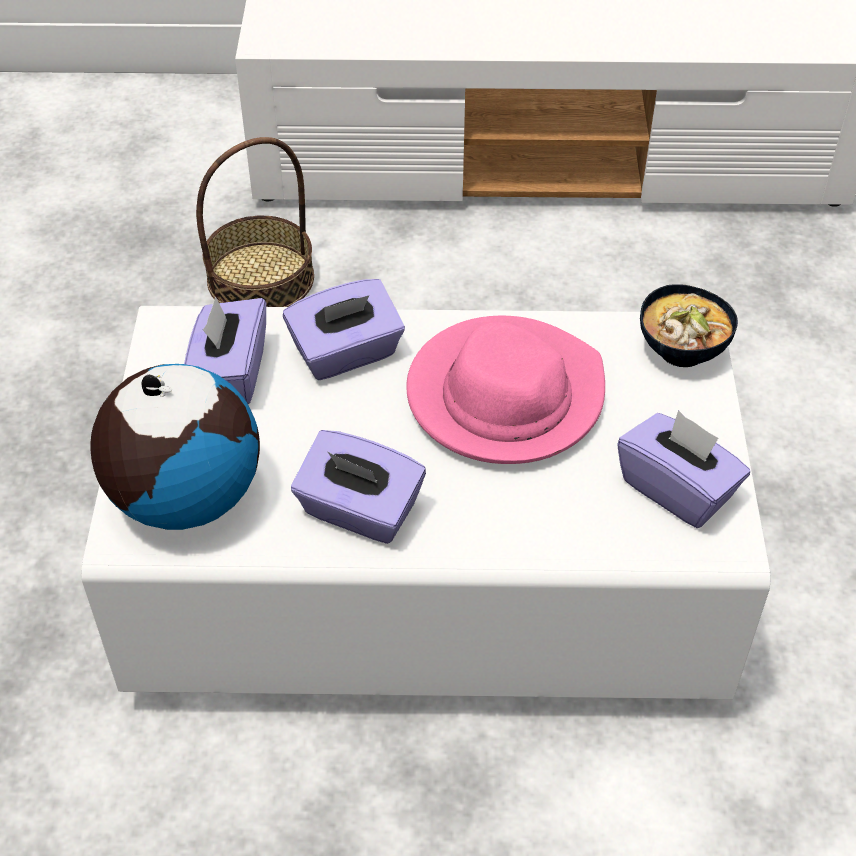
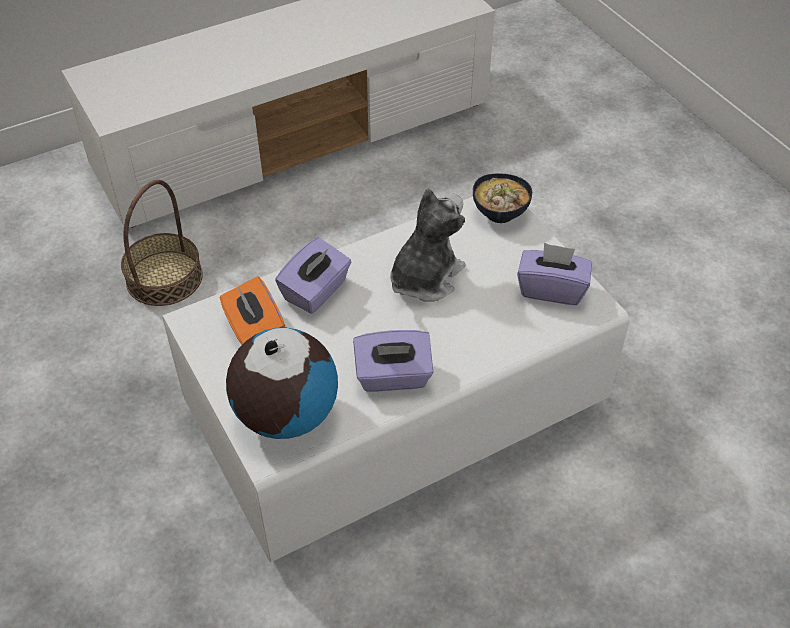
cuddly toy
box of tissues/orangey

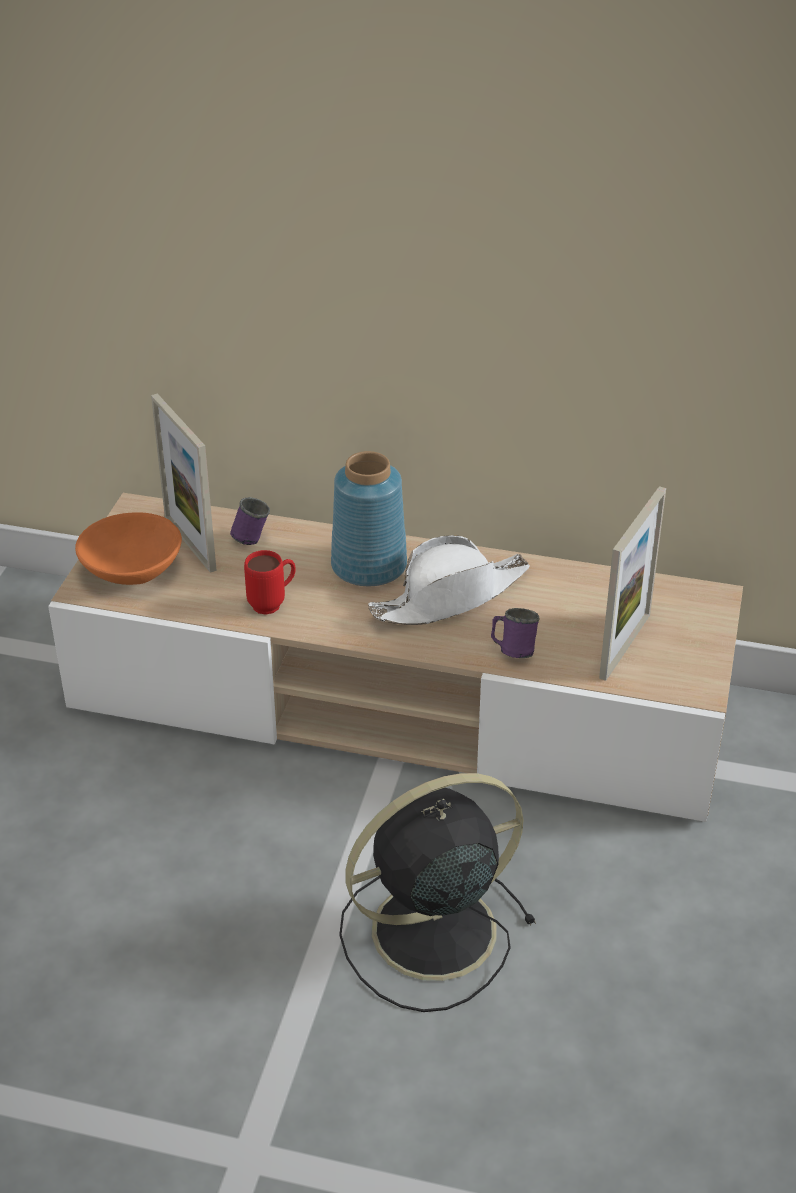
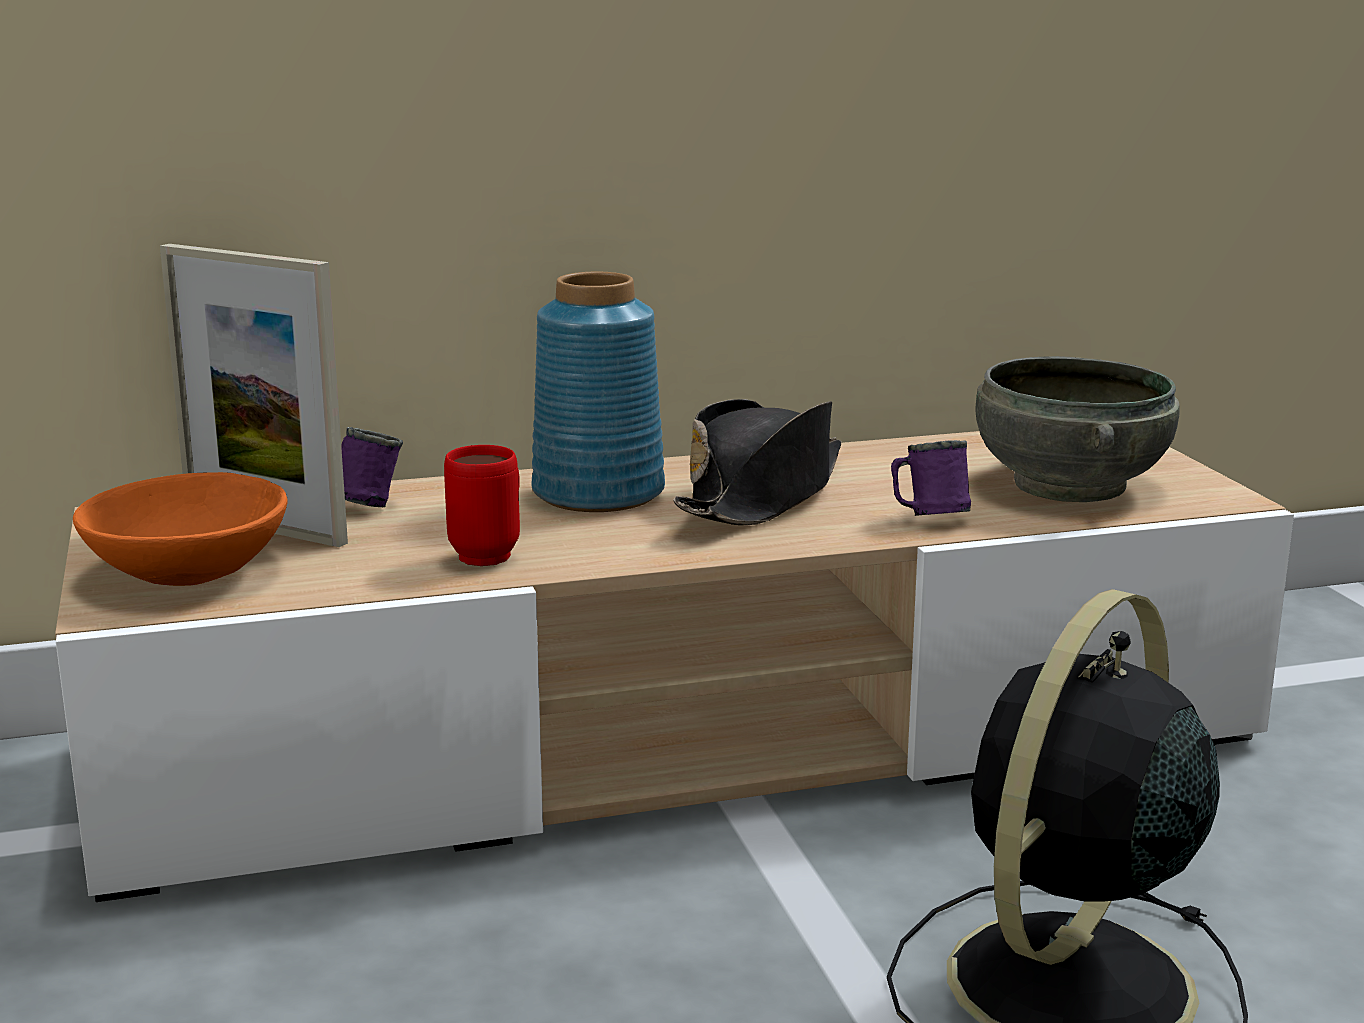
bowl/greyish
hat/black-coloured

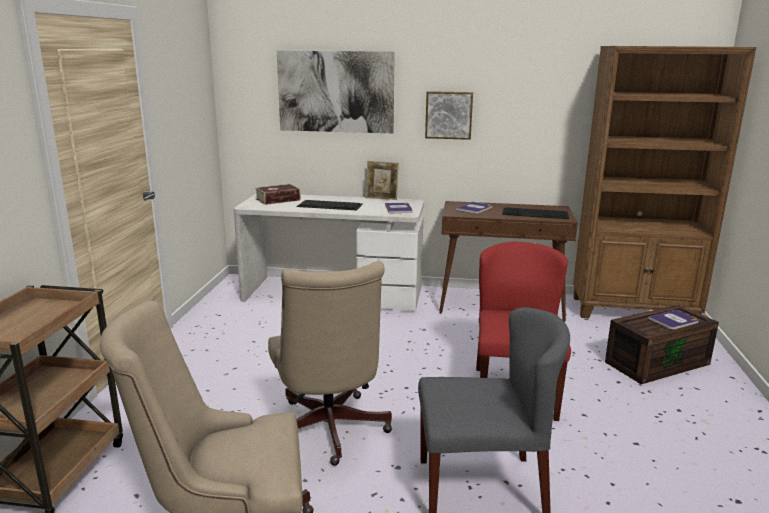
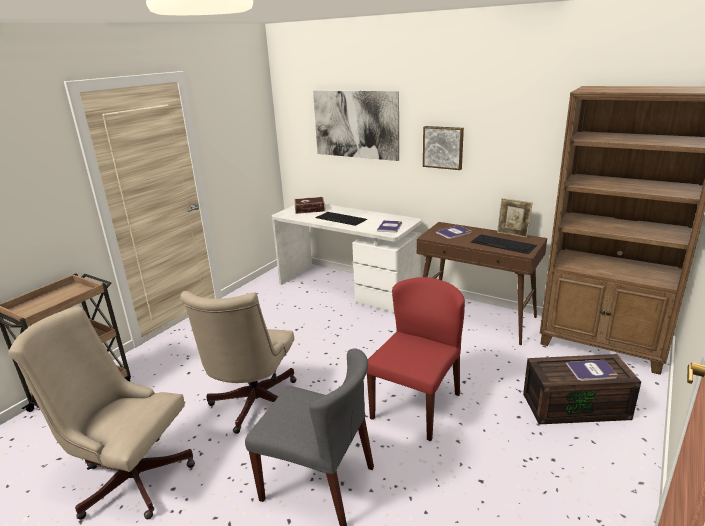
standing frame

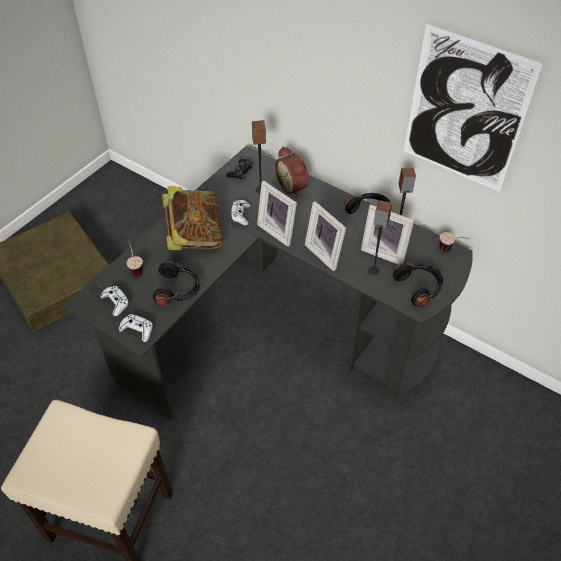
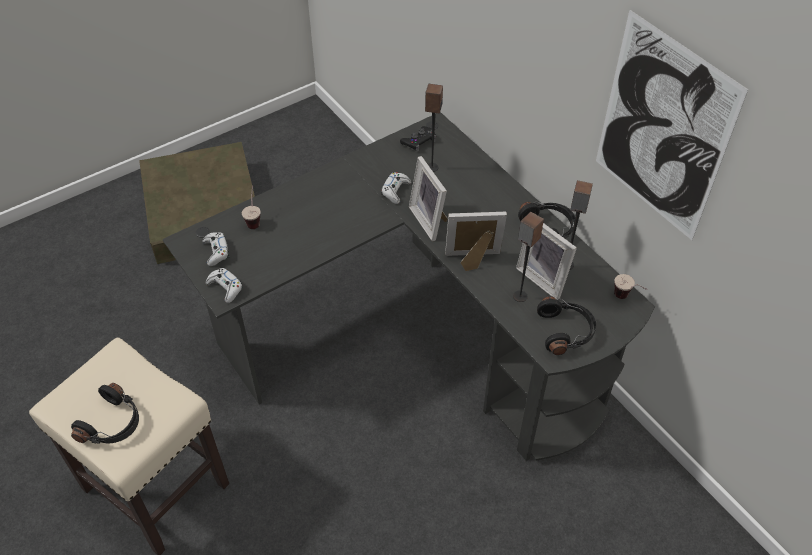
book
alarm clock
headset/black-coloured (no. 1 from left)
standing frame (no. 2 from left)

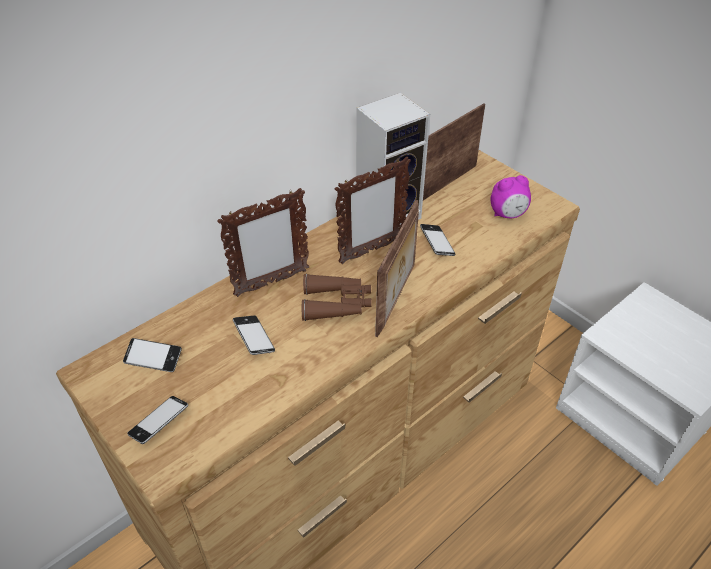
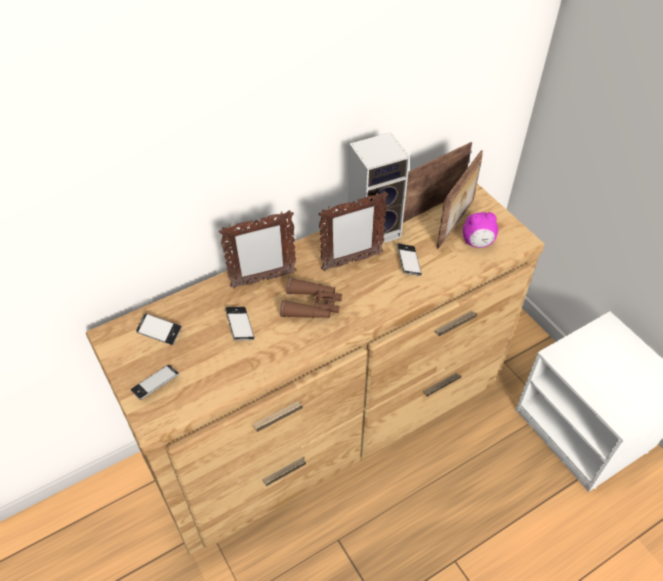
standing frame (no. 4 from left)

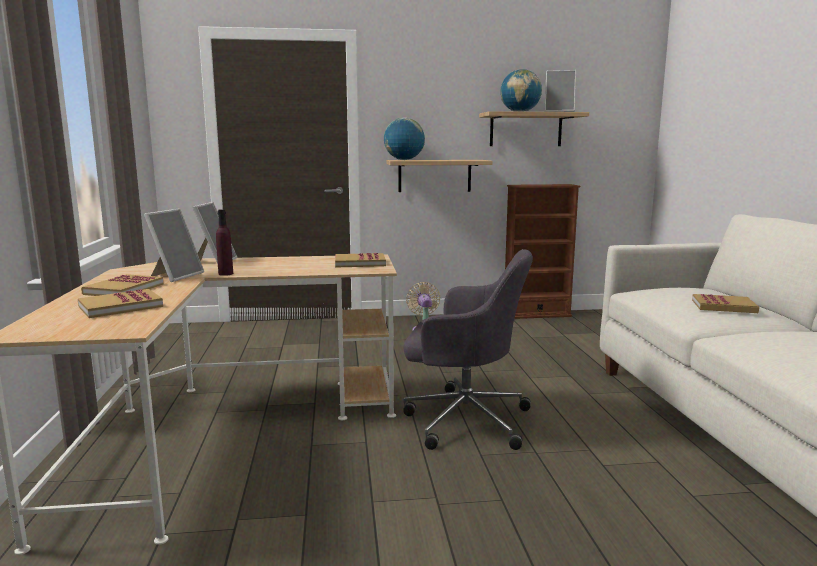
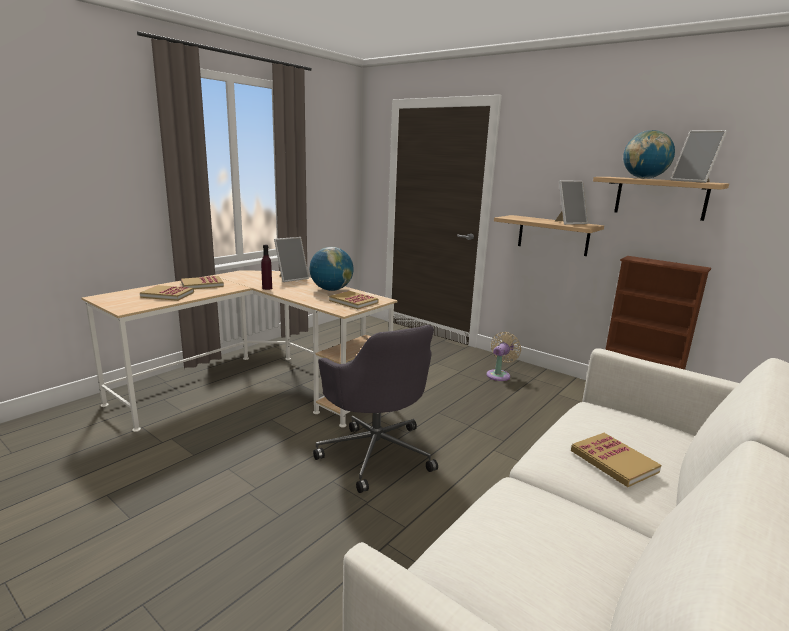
standing frame (no. 2 from left)
world globe (no. 1 from left)

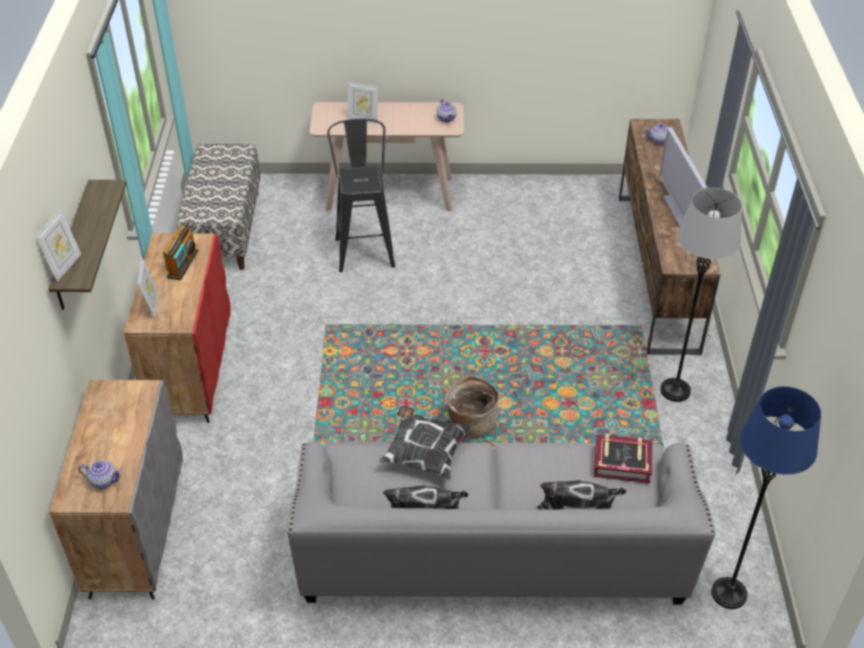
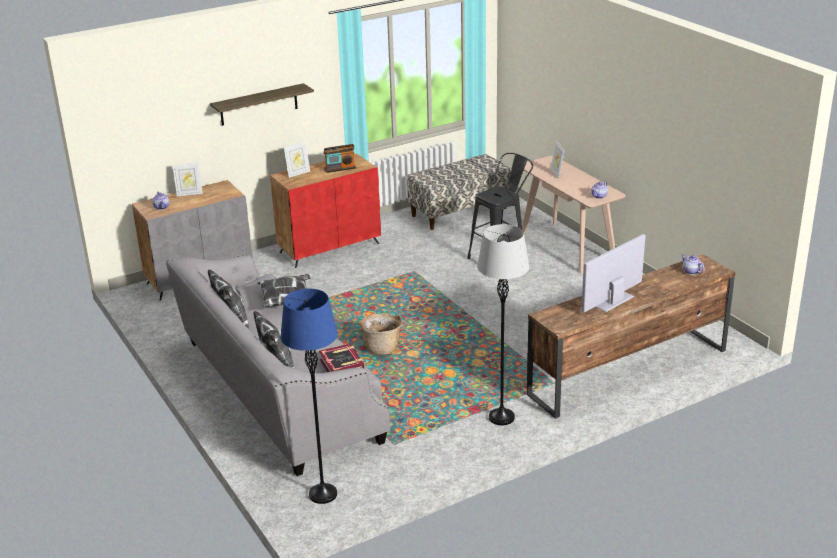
standing frame (no. 1 from left)

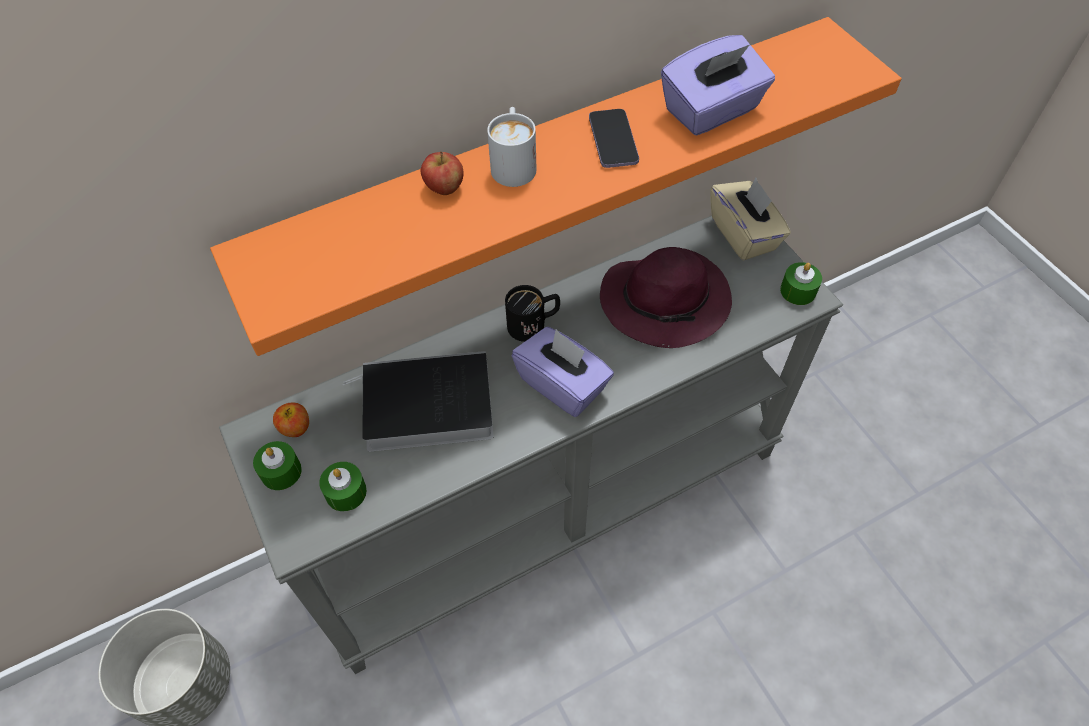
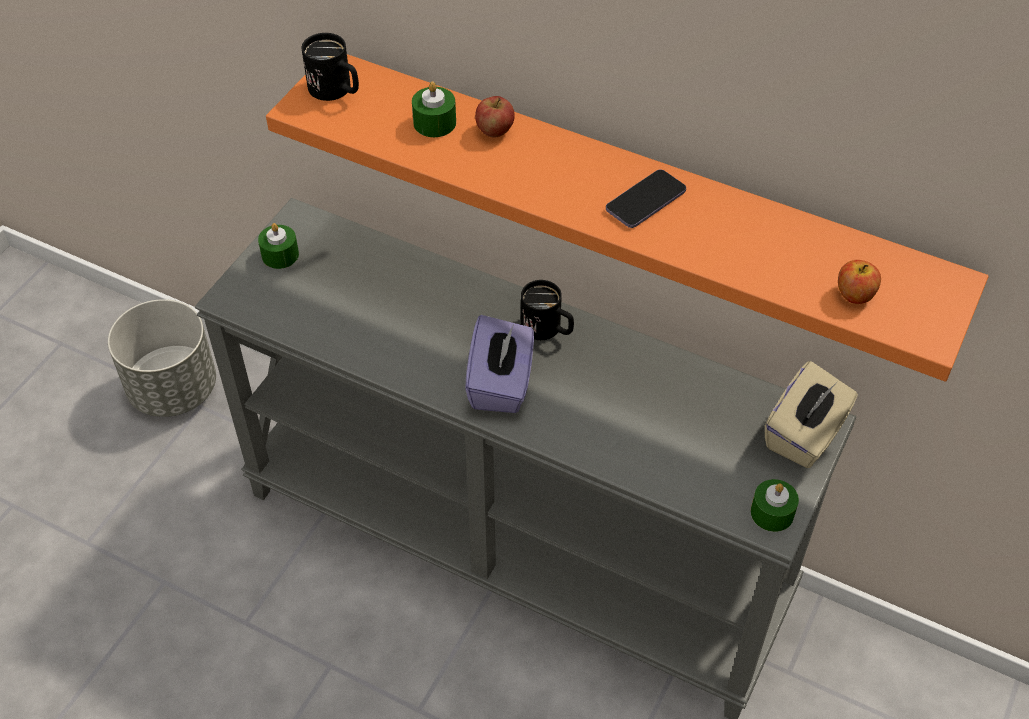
book
tea mug/white
hat/purplish
box of tissues/purplish (no. 2 from left in the first image)
tea mug/black-coloured (no. 1 from left)
whole apple (no. 2 from left)
candle/green (no. 2 from left)

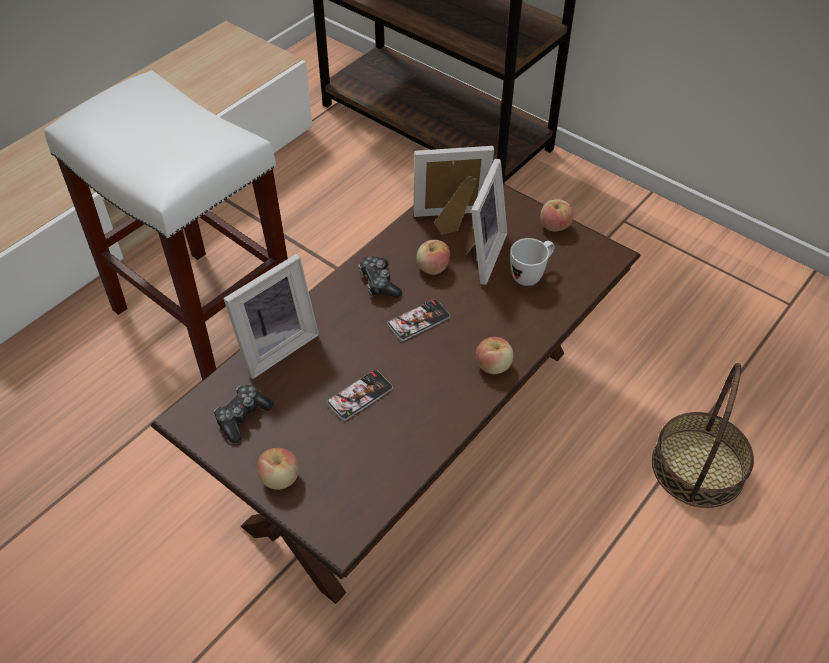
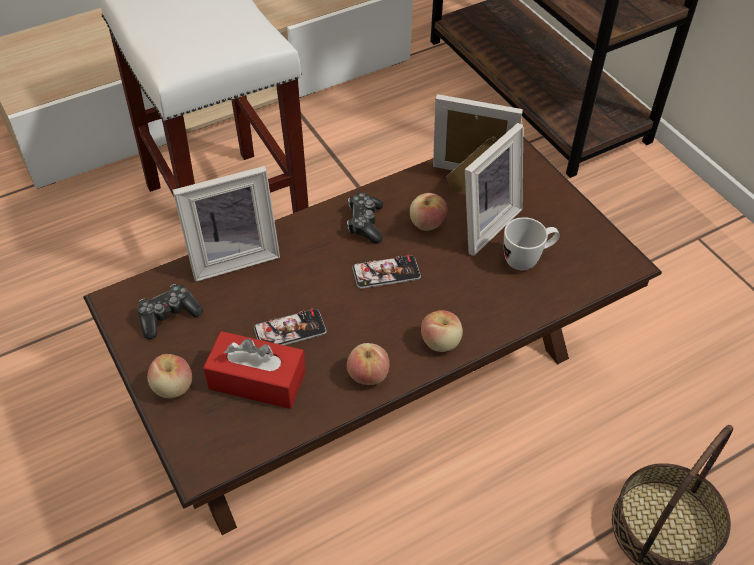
box of tissues/red
whole apple (no. 2 from left)

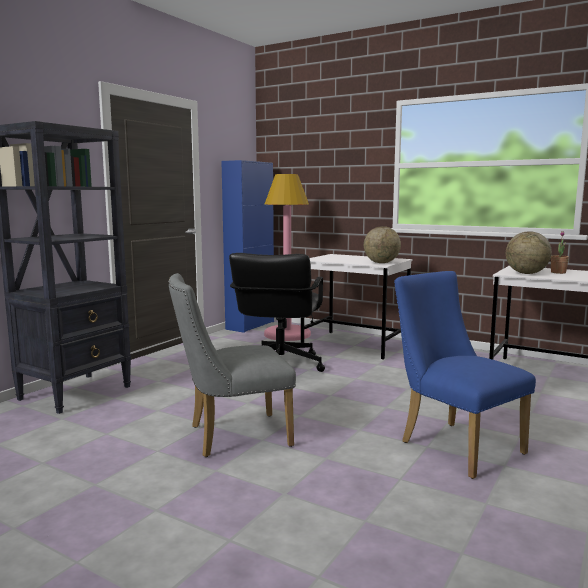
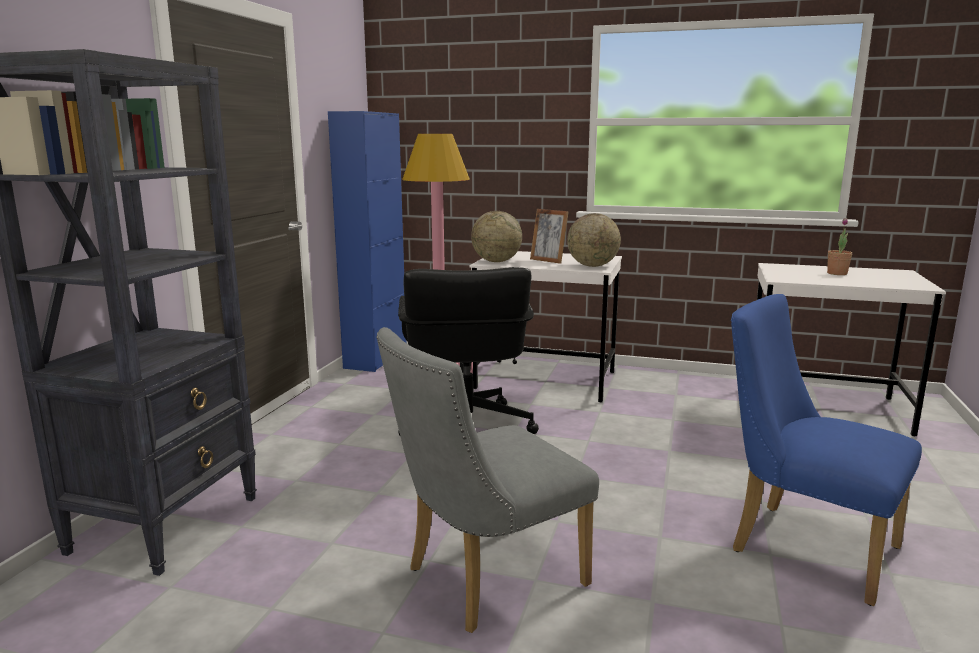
standing frame
world globe (no. 1 from left)

